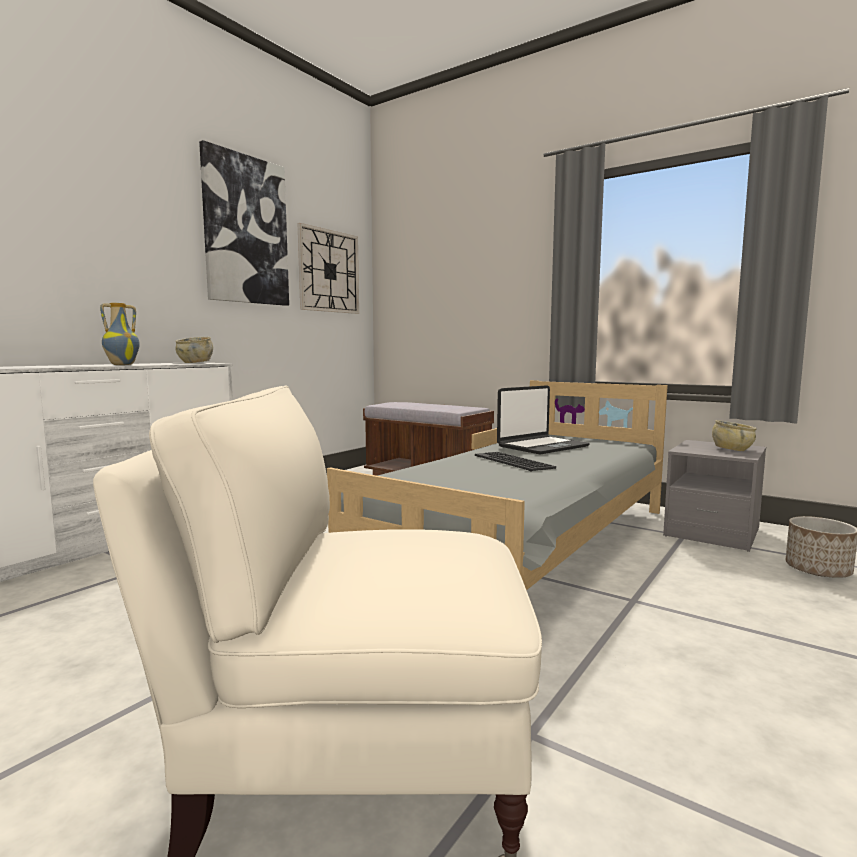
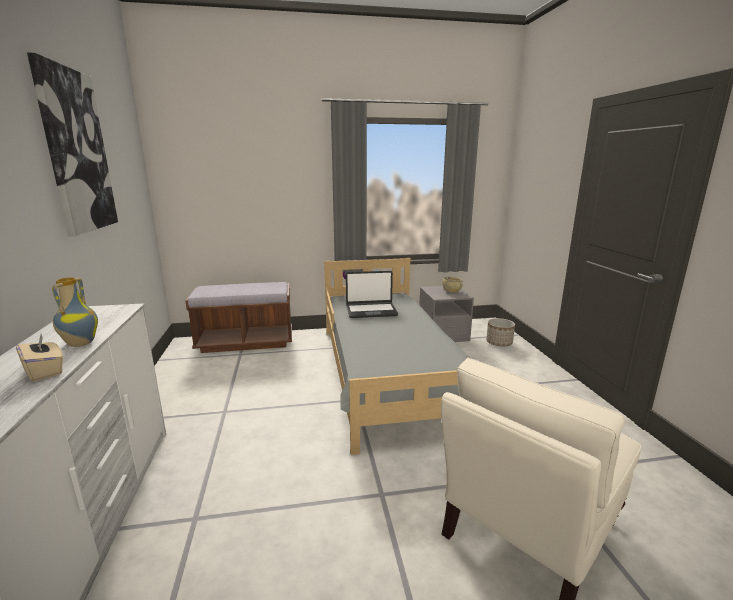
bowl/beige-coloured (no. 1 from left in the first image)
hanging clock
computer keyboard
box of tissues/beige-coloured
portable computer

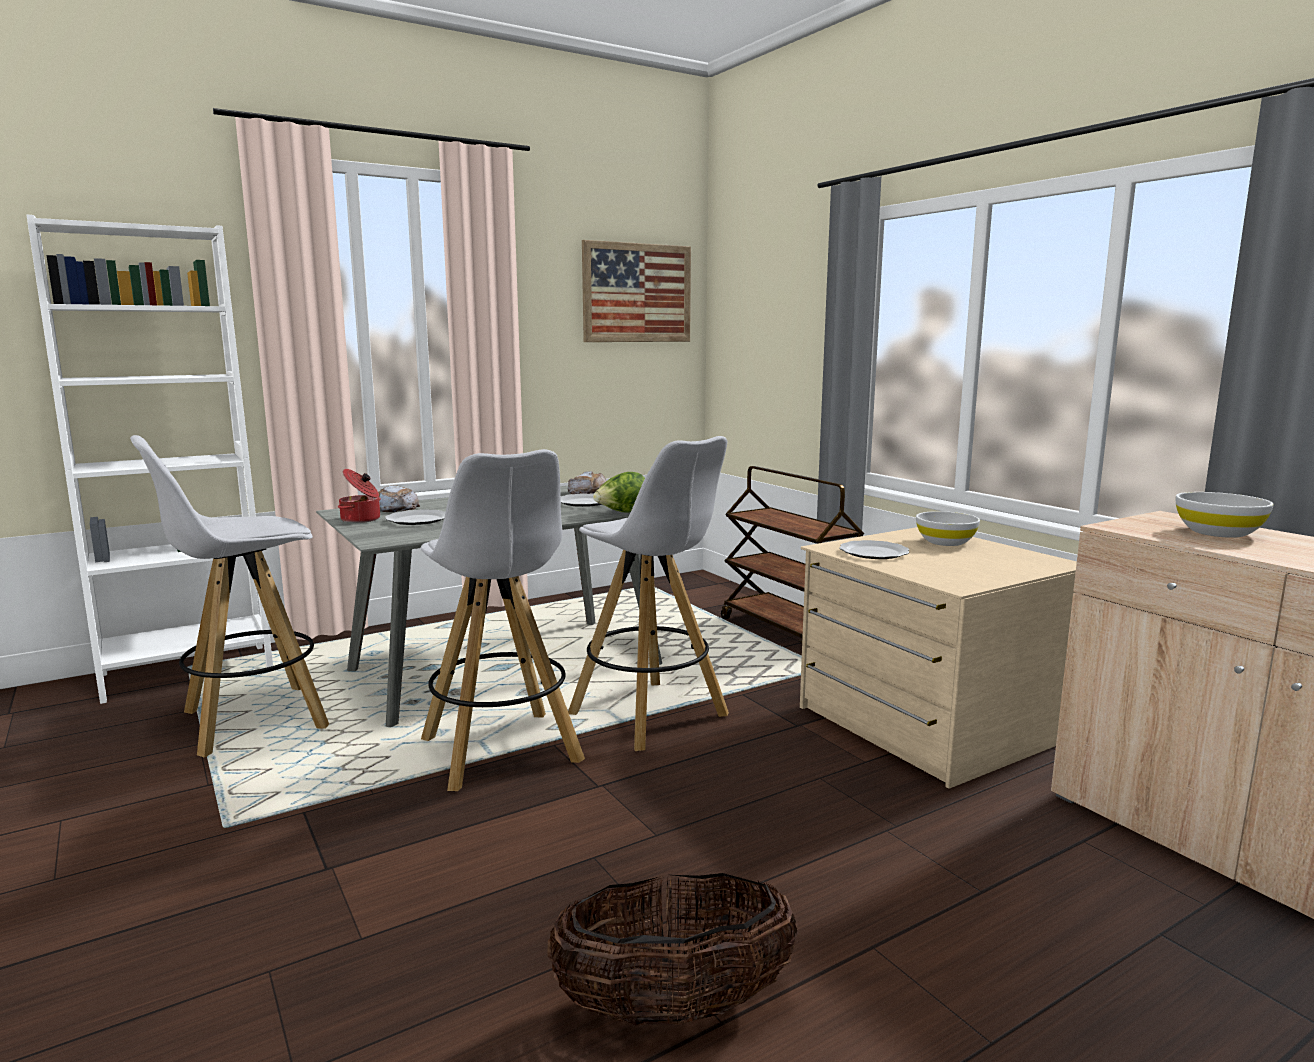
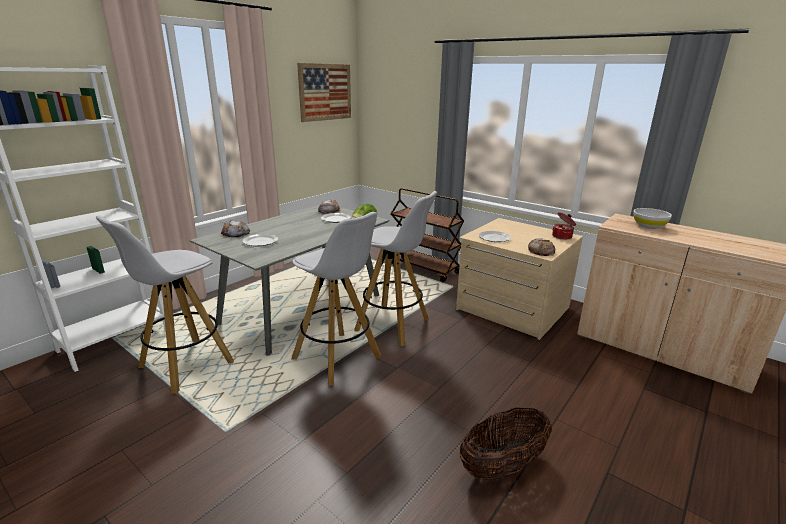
bowl/white (no. 1 from left in the first image)
baked bread (no. 3 from left)
stockpot

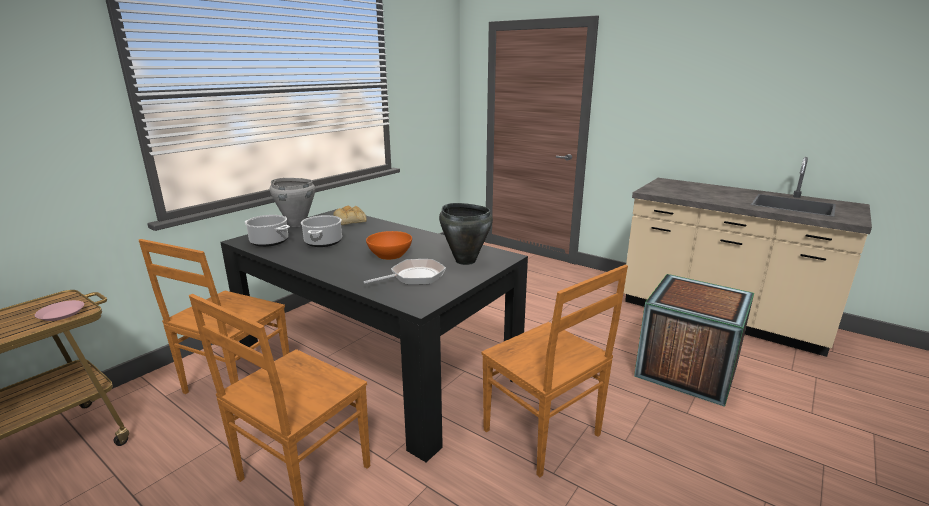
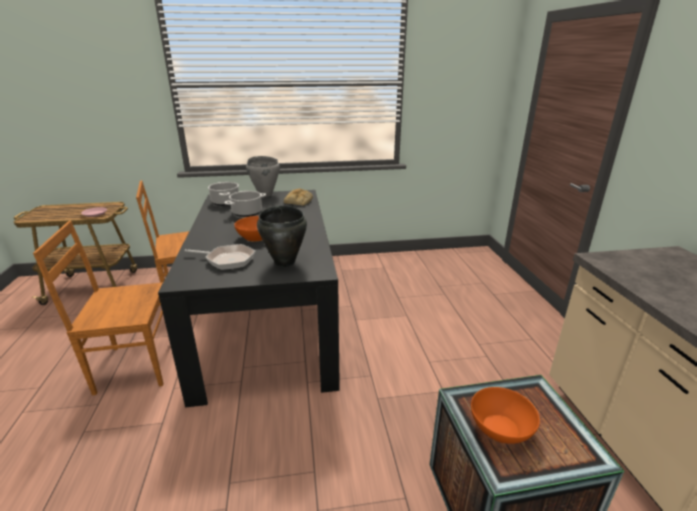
plain chair/brown (no. 3 from left in the first image)
bowl/orangey (no. 2 from left)

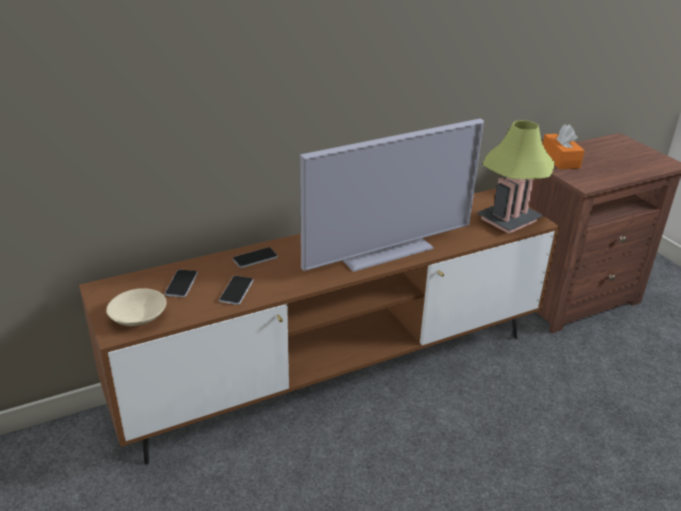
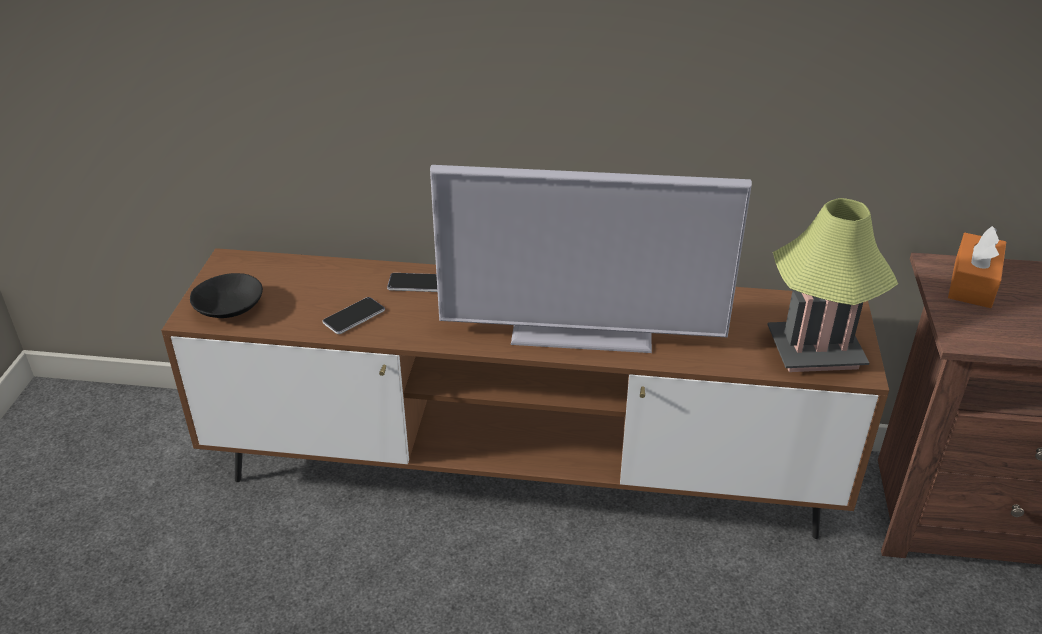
handset (no. 1 from left in the first image)
bowl/black-coloured

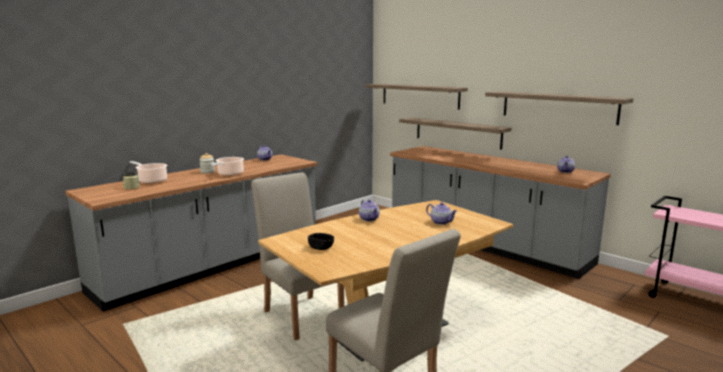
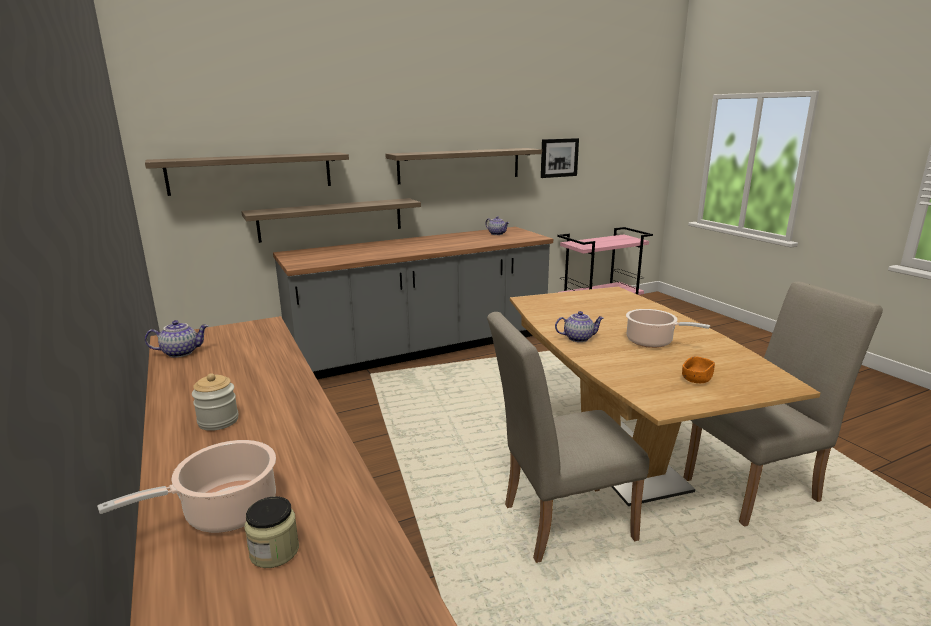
teapot (no. 3 from left in the first image)
wall picture
stockpot (no. 2 from left)
bowl/orangey

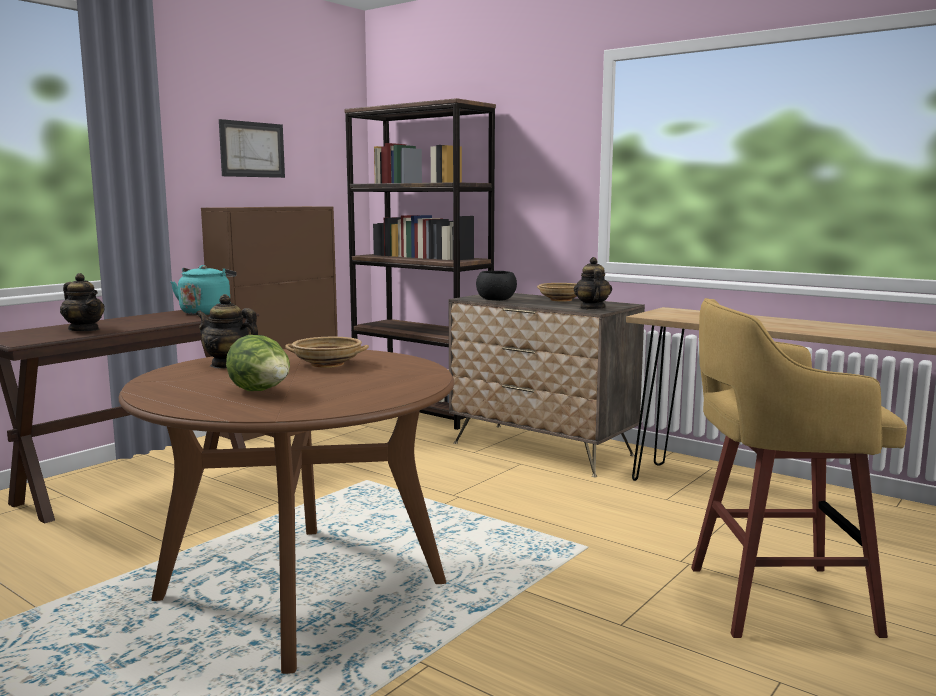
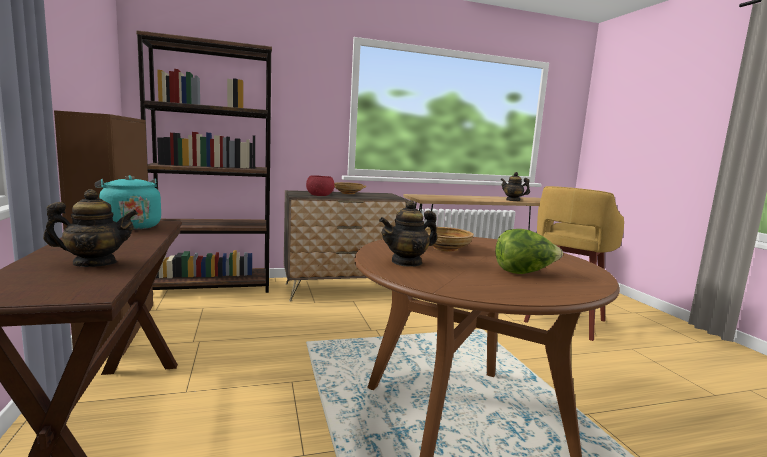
wall picture
teapot (no. 3 from left)
bowl/red

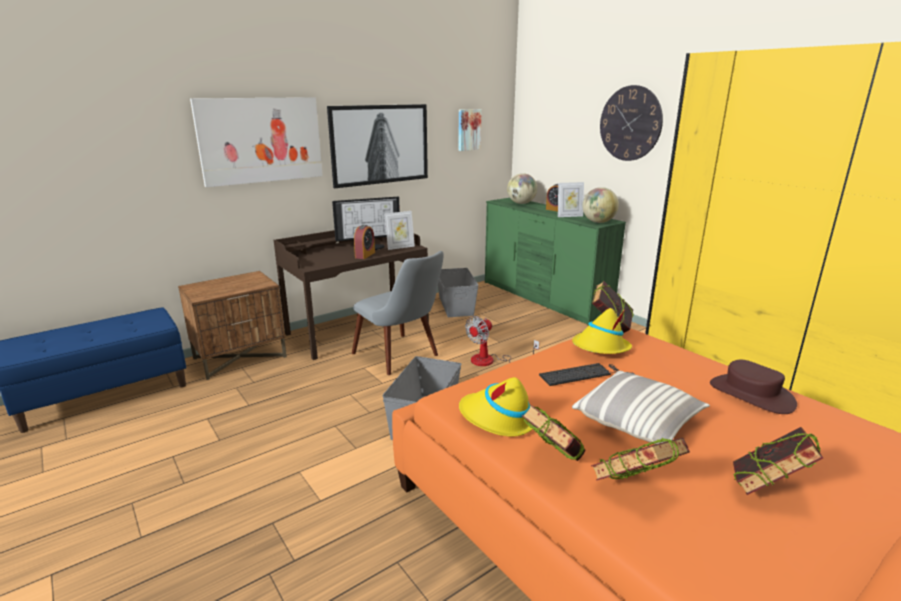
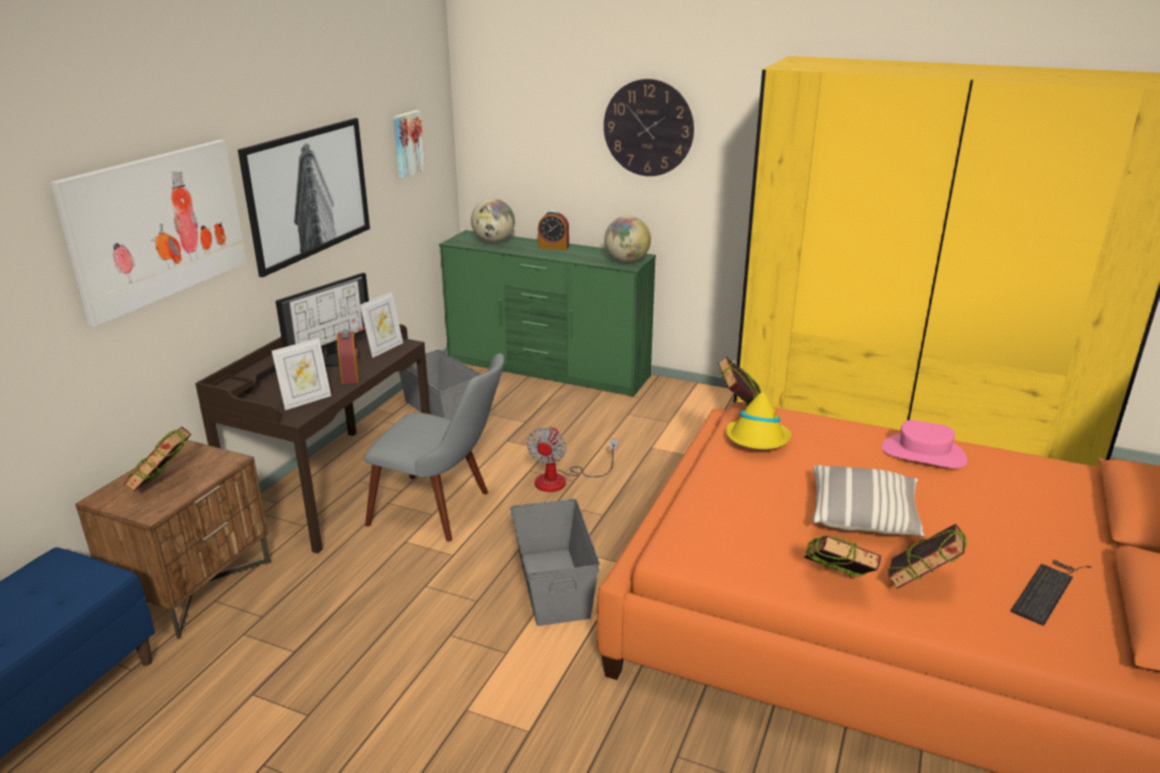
hat/yellow (no. 1 from left in the first image)
computer keyboard
standing frame (no. 1 from left)
book (no. 1 from left)
hat/pinkish

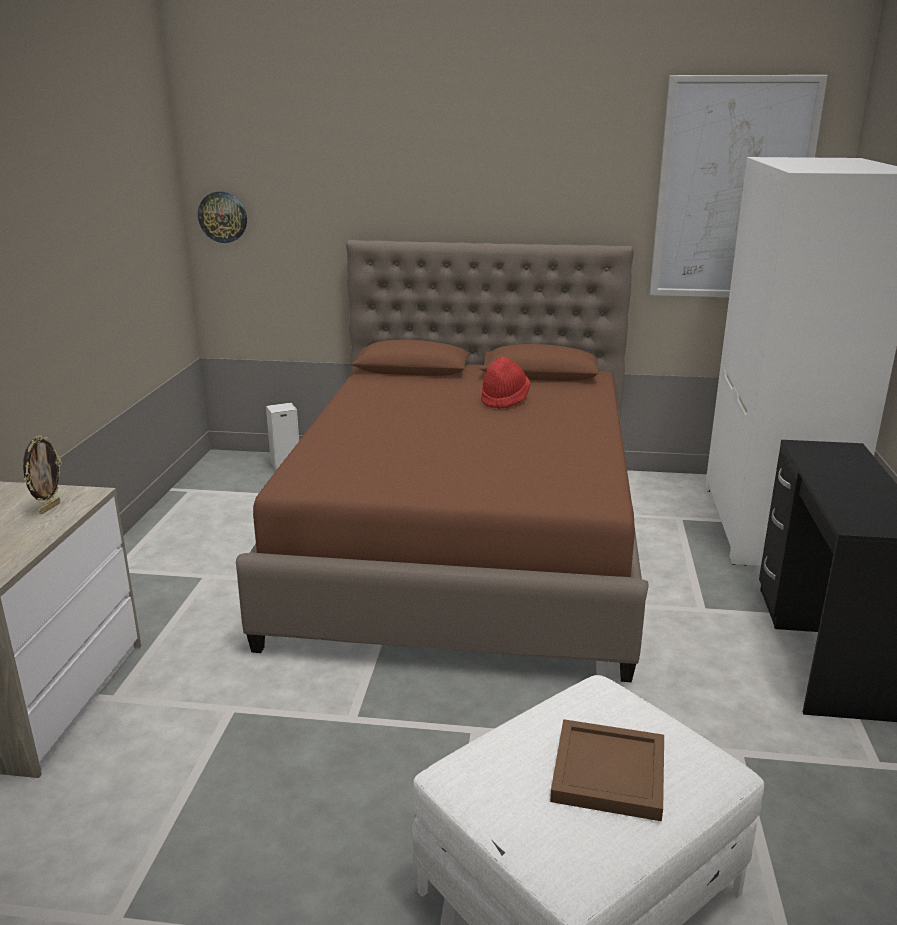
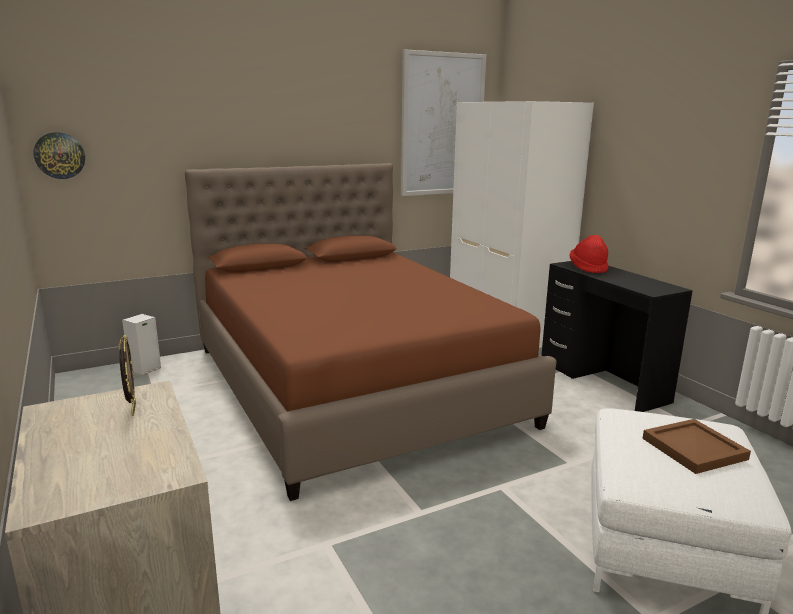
hat/red

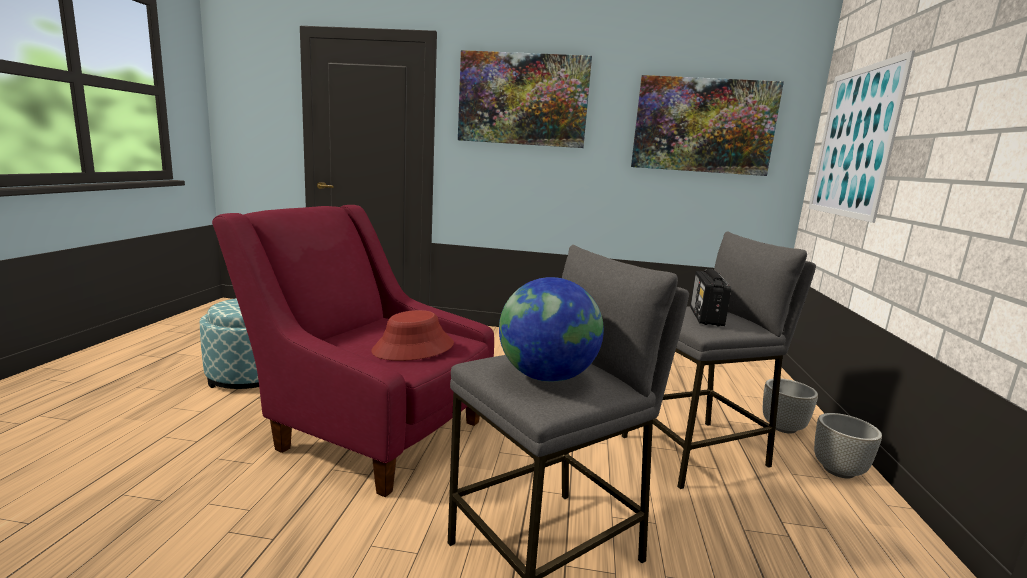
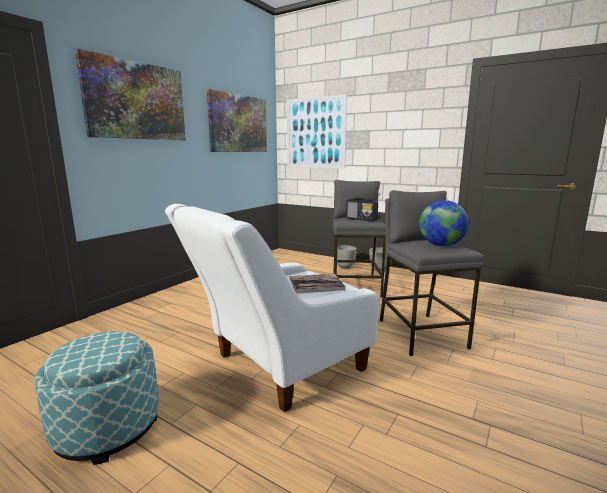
book
lounge chair/white

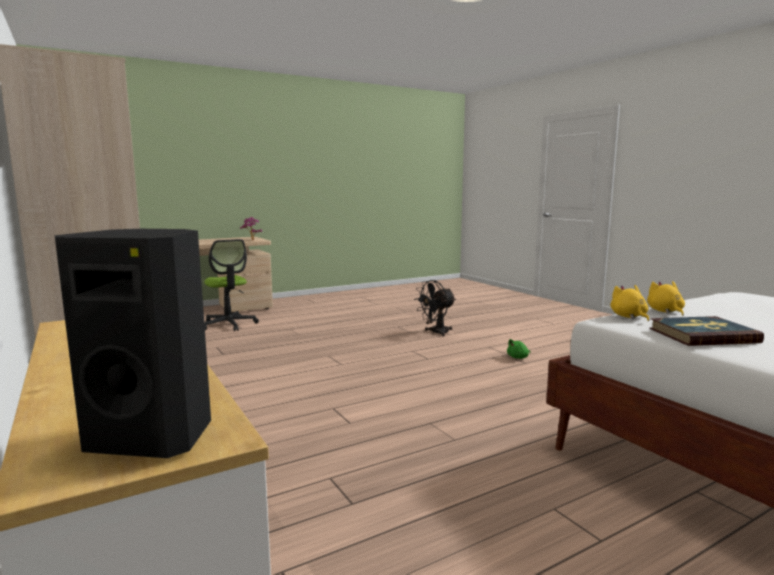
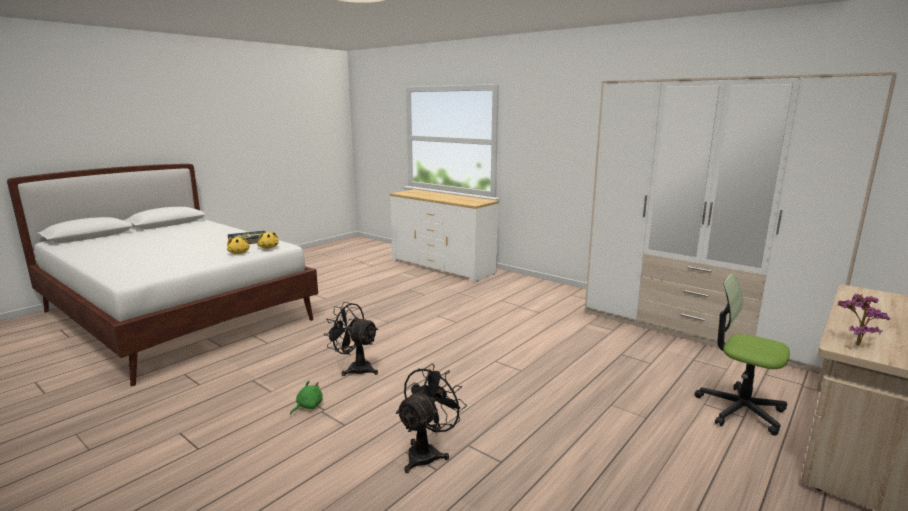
audio speaker/black-coloured
electric fan/black-coloured (no. 1 from left)

